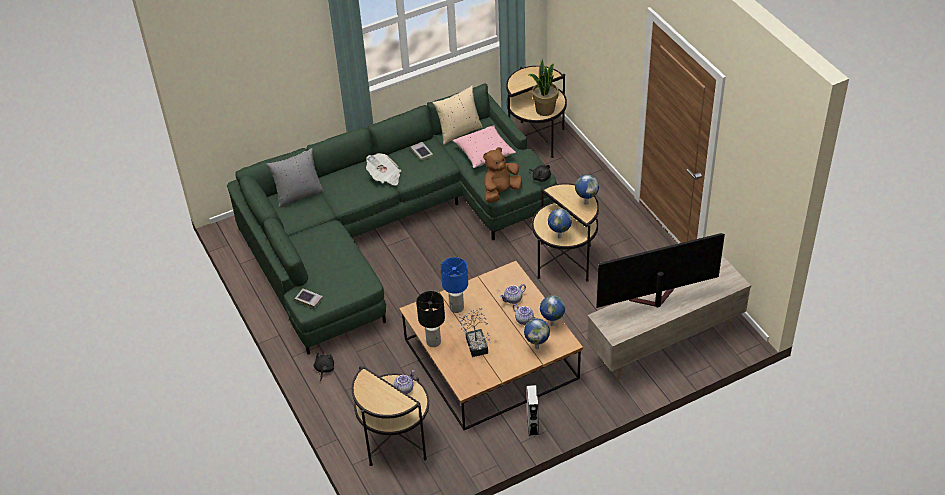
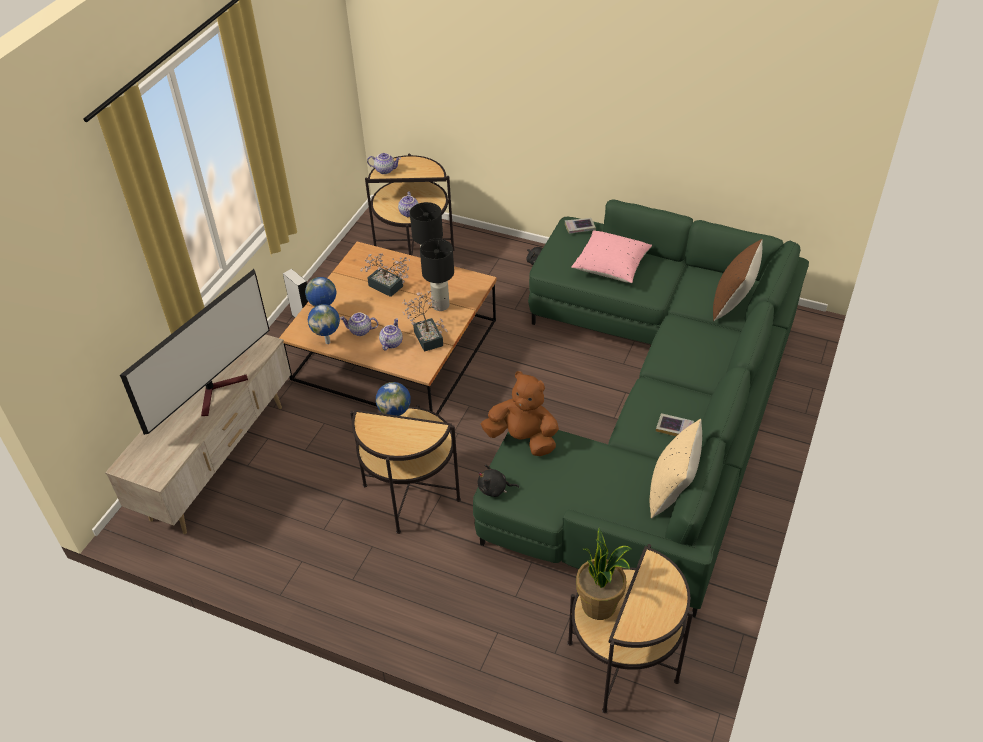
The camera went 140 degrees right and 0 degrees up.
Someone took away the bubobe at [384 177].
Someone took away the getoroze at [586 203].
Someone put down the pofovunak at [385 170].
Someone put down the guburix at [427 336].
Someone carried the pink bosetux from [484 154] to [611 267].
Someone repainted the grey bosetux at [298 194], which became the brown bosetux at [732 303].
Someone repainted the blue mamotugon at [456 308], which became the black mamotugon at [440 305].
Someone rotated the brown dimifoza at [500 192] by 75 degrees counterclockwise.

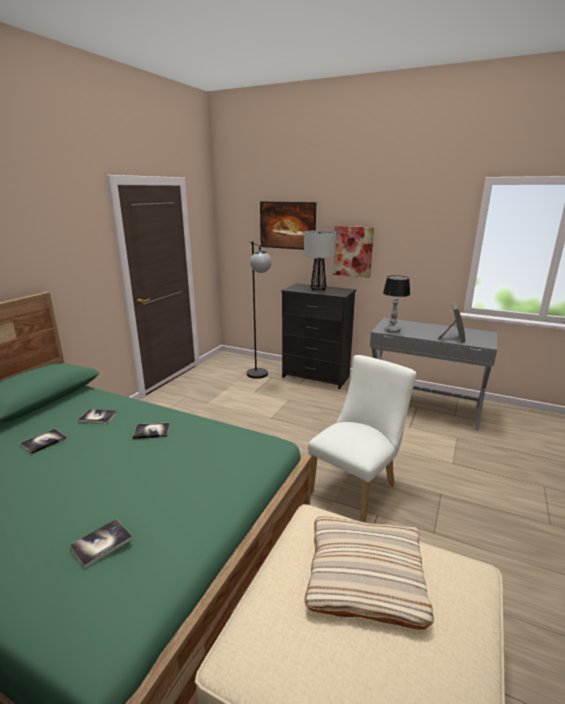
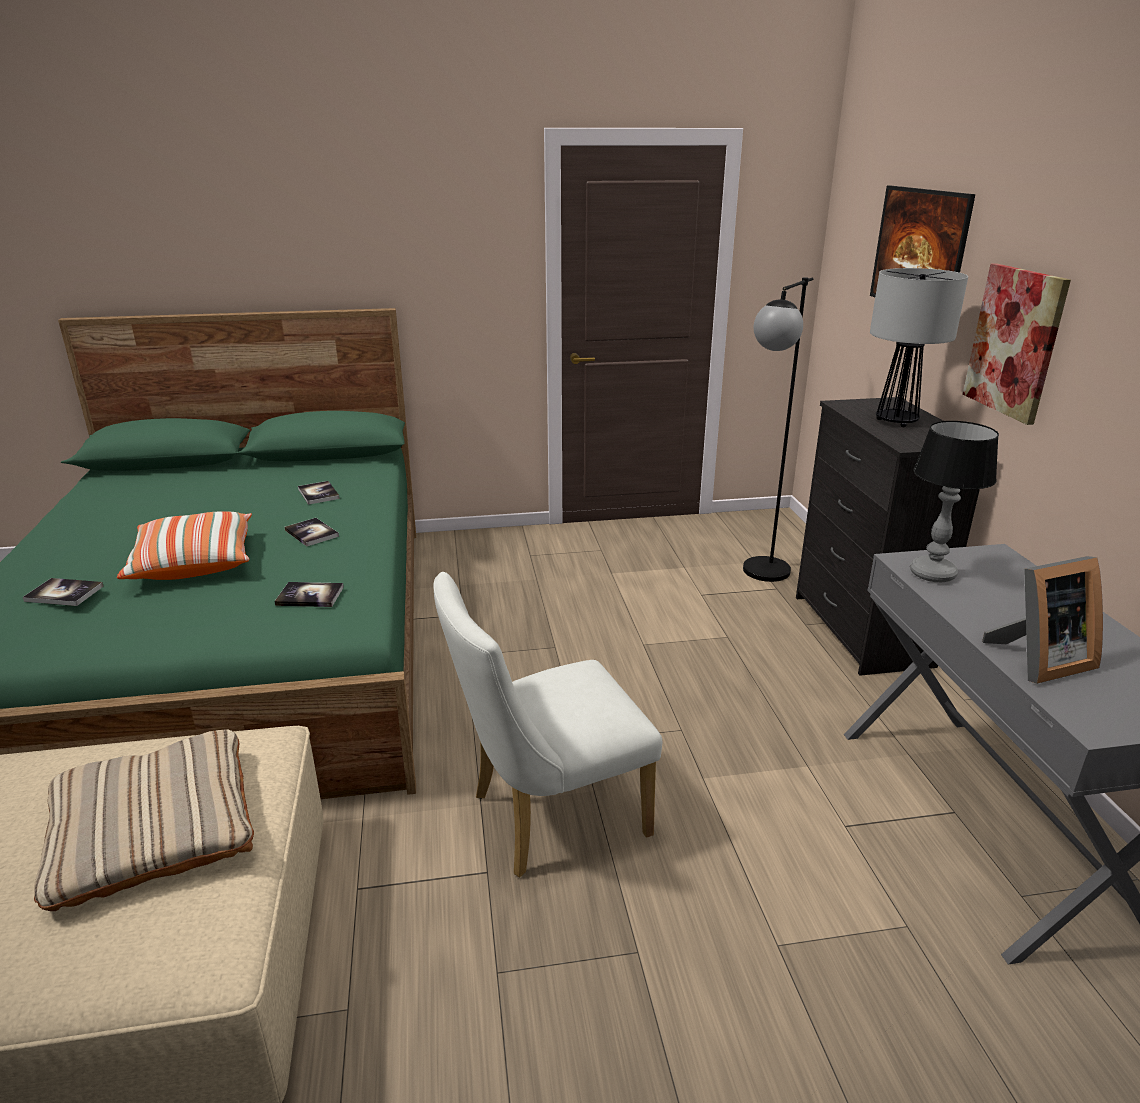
The camera went 55 degrees right and 5 degrees up.
Someone put down the bosetux at [194 563].
Someone carried the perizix from [44 442] to [310 596].
Someone rotated the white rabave at [357 486] by 150 degrees clockwise.

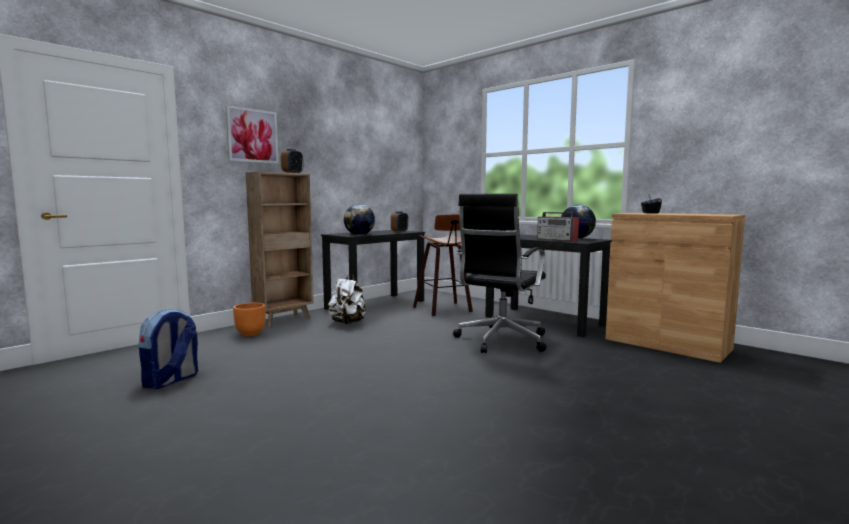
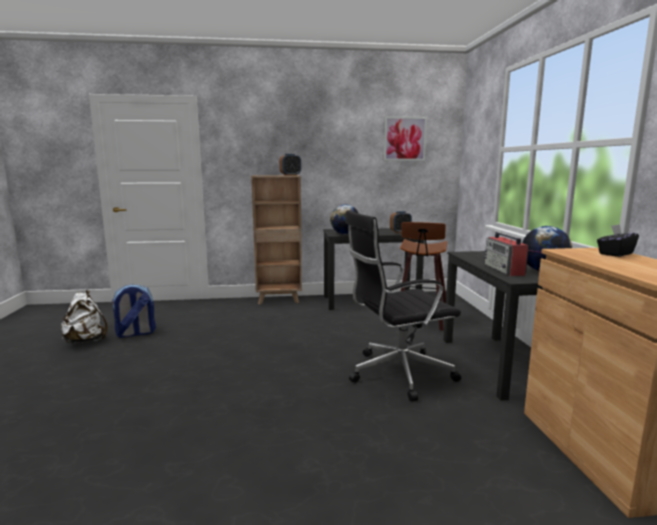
The camera went 40 degrees right and 5 degrees up.
Someone took away the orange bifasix at [250 334].
Someone carried the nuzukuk from [252 136] to [404 139].
Someone carried the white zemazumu from [348 323] to [86 341].

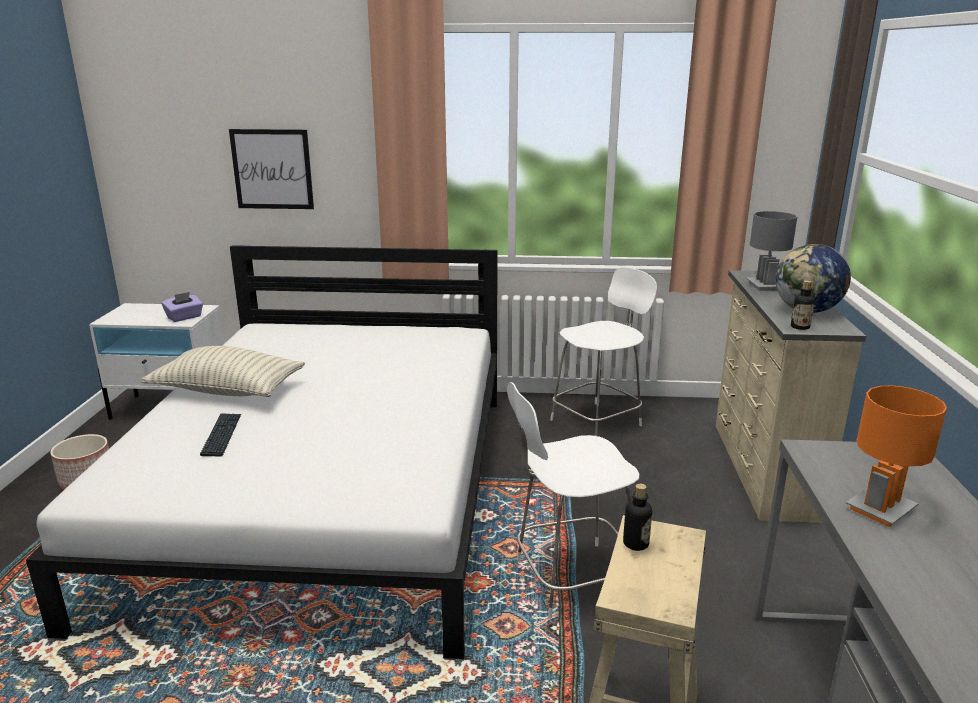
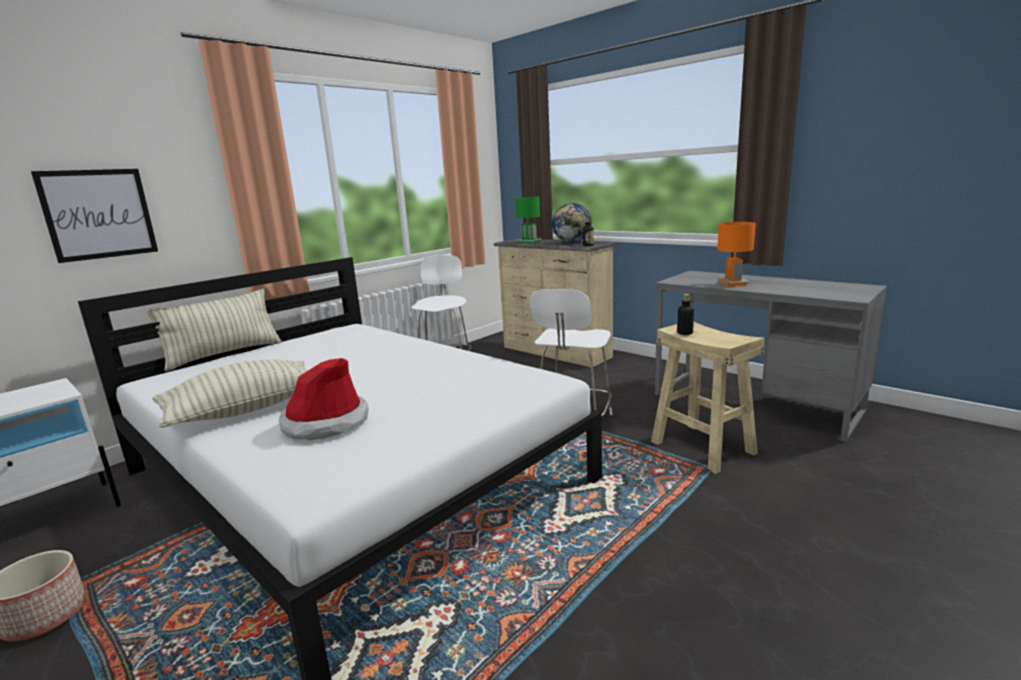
The camera went 50 degrees left and 5 degrees down.
Someone took away the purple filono at [184 317].
Someone put down the bosetux at [224 354].
Someone swapped the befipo at [222 435] for the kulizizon at [326 423].
Someone repainted the grey mamotugon at [765 286], which became the green mamotugon at [529 242].

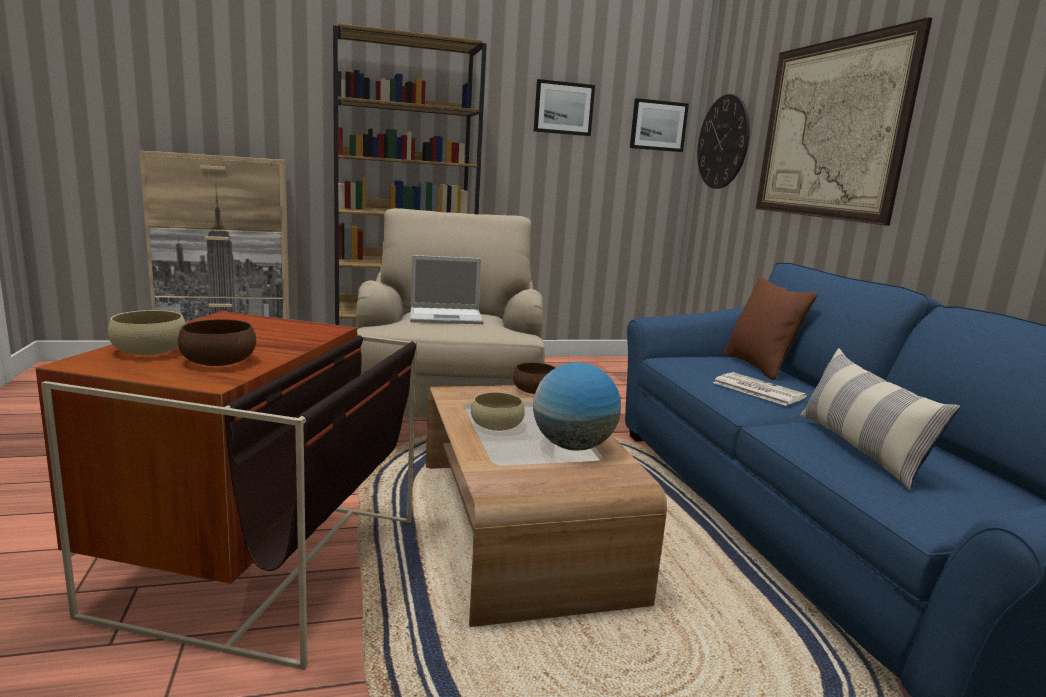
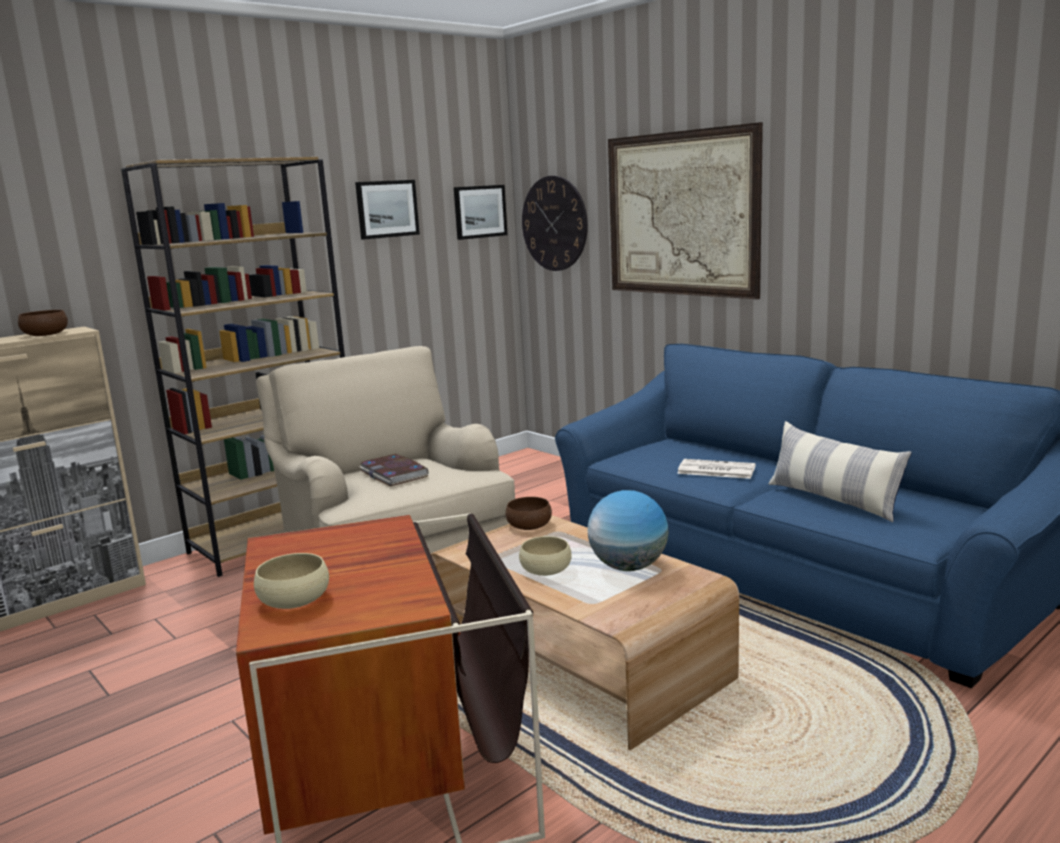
The camera went 25 degrees left and 0 degrees up.
Someone took away the brown bosetux at [759 366].
Someone carried the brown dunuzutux from [218 361] to [45 334].
Someone swapped the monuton at [447 317] for the perizix at [394 473].

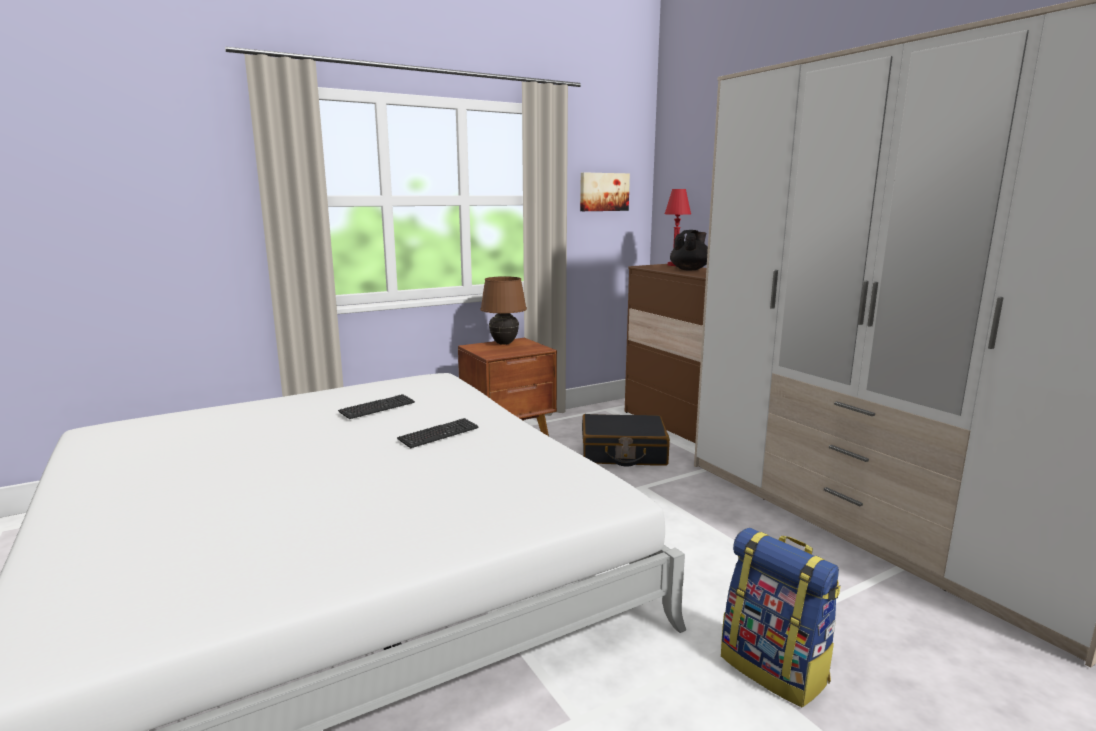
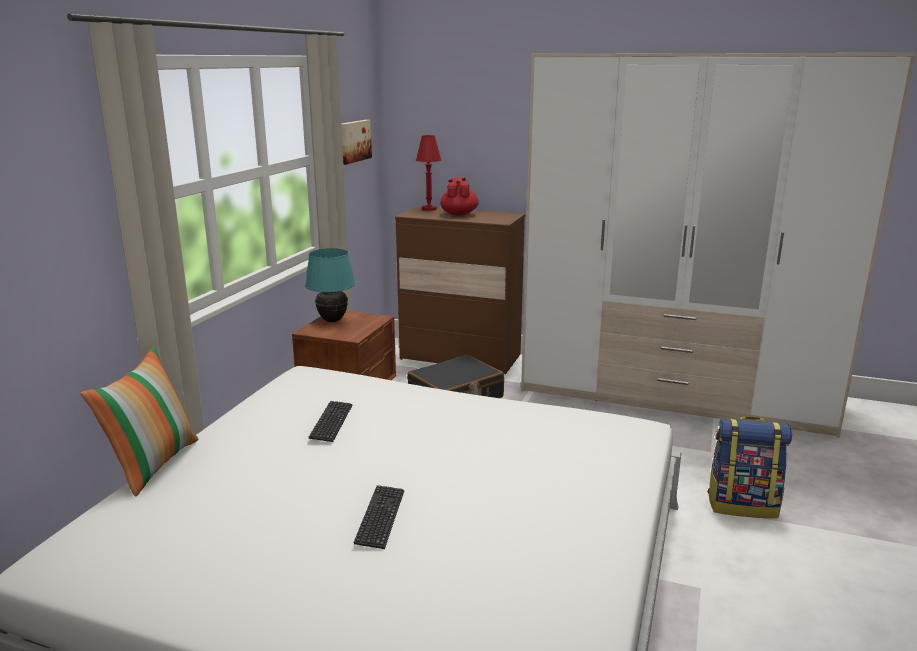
The camera went 40 degrees left and 5 degrees up.
Someone put down the bosetux at [153 464].
Someone carried the befipo from [439 434] to [380 518].
Someone repainted the brown mamotugon at [504 344], which became the turquoise mamotugon at [332 320].
Someone repainted the black pofovunak at [690 269], which became the red pofovunak at [459 214].

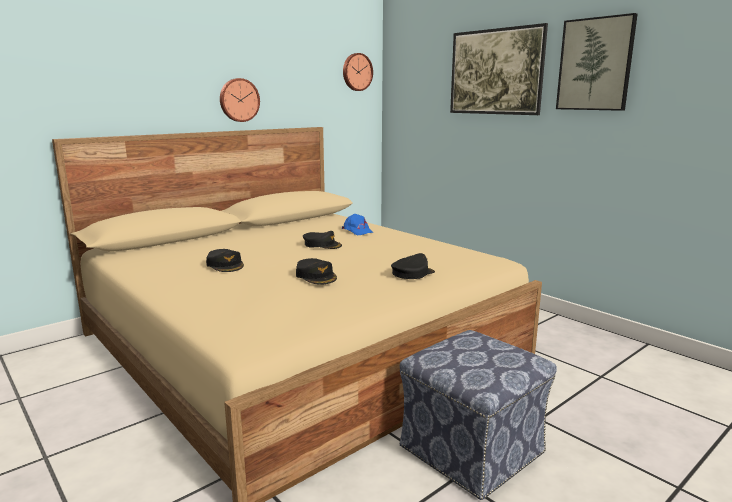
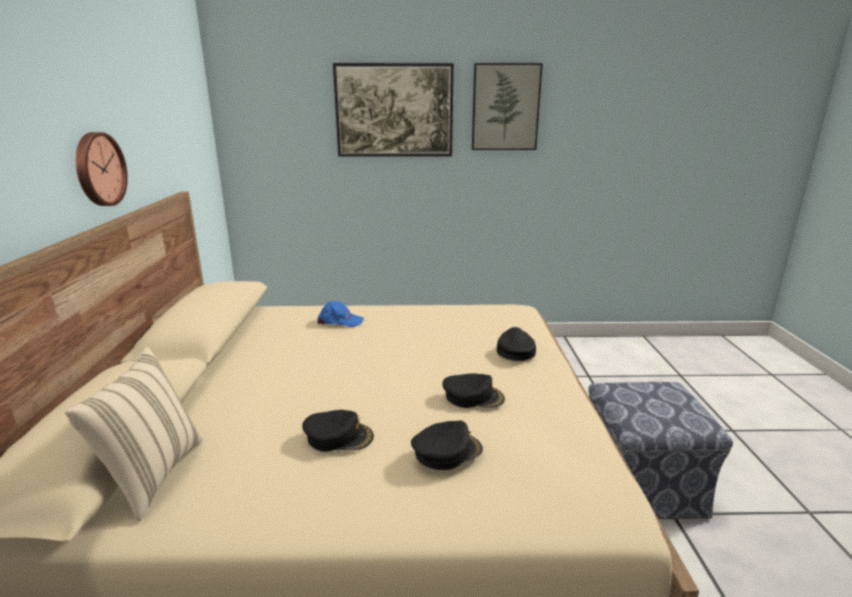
The camera went 50 degrees left and 5 degrees up.
Someone took away the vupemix at [356 72].
Someone put down the beige bosetux at [152 475].
Someone carried the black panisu from [322 245] to [446 451].

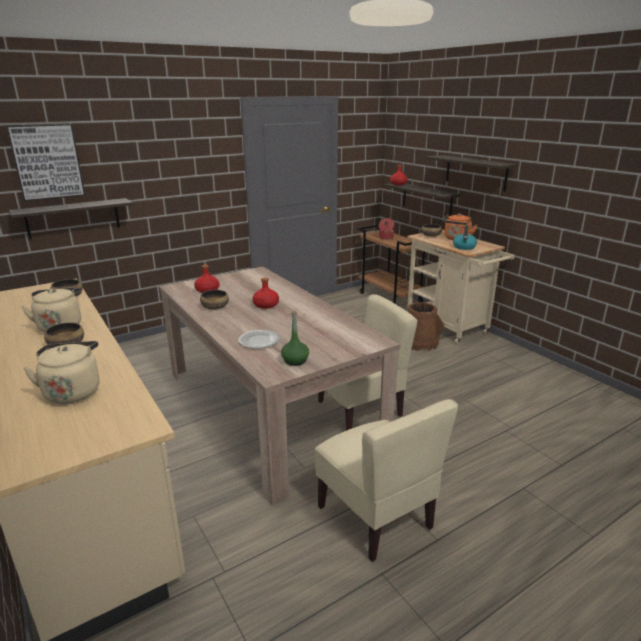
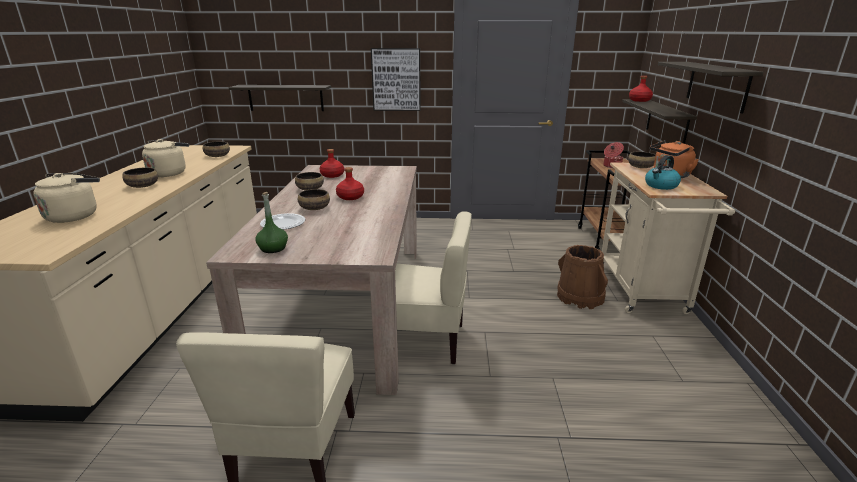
The camera went 35 degrees right and 0 degrees up.
Someone put down the dunuzutux at [314 208].
Someone carried the nuzukuk from [47 162] to [396 79].

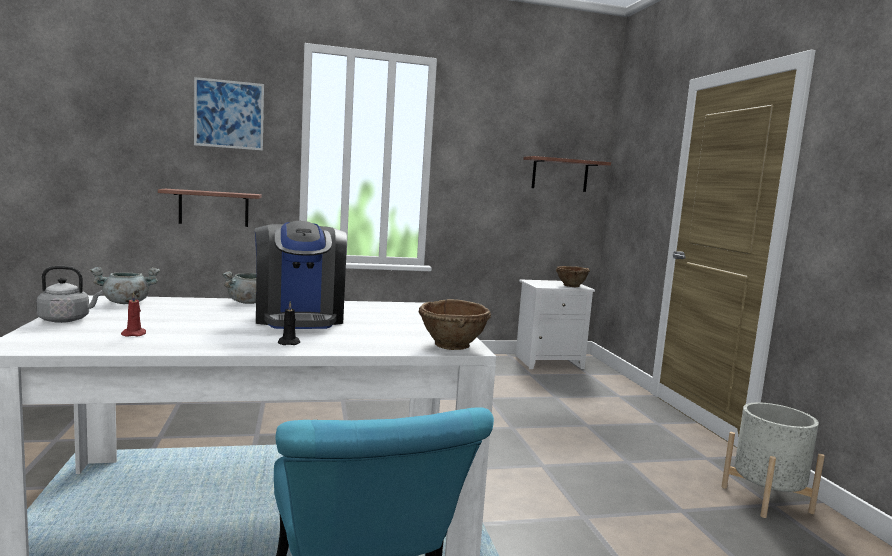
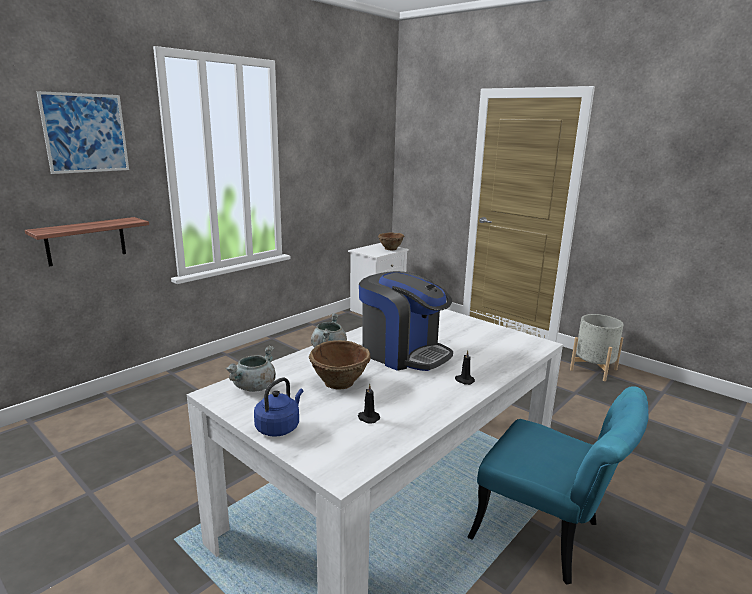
The camera went 35 degrees left and 10 degrees up.
Someone took away the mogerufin at [560 175].
Someone carried the brown dunuzutux from [452 346] to [340 383].
Someone repainted the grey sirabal at [67 320], which became the blue sirabal at [279 427].
Someone repainted the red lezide at [134 334], which became the black lezide at [368 418].

